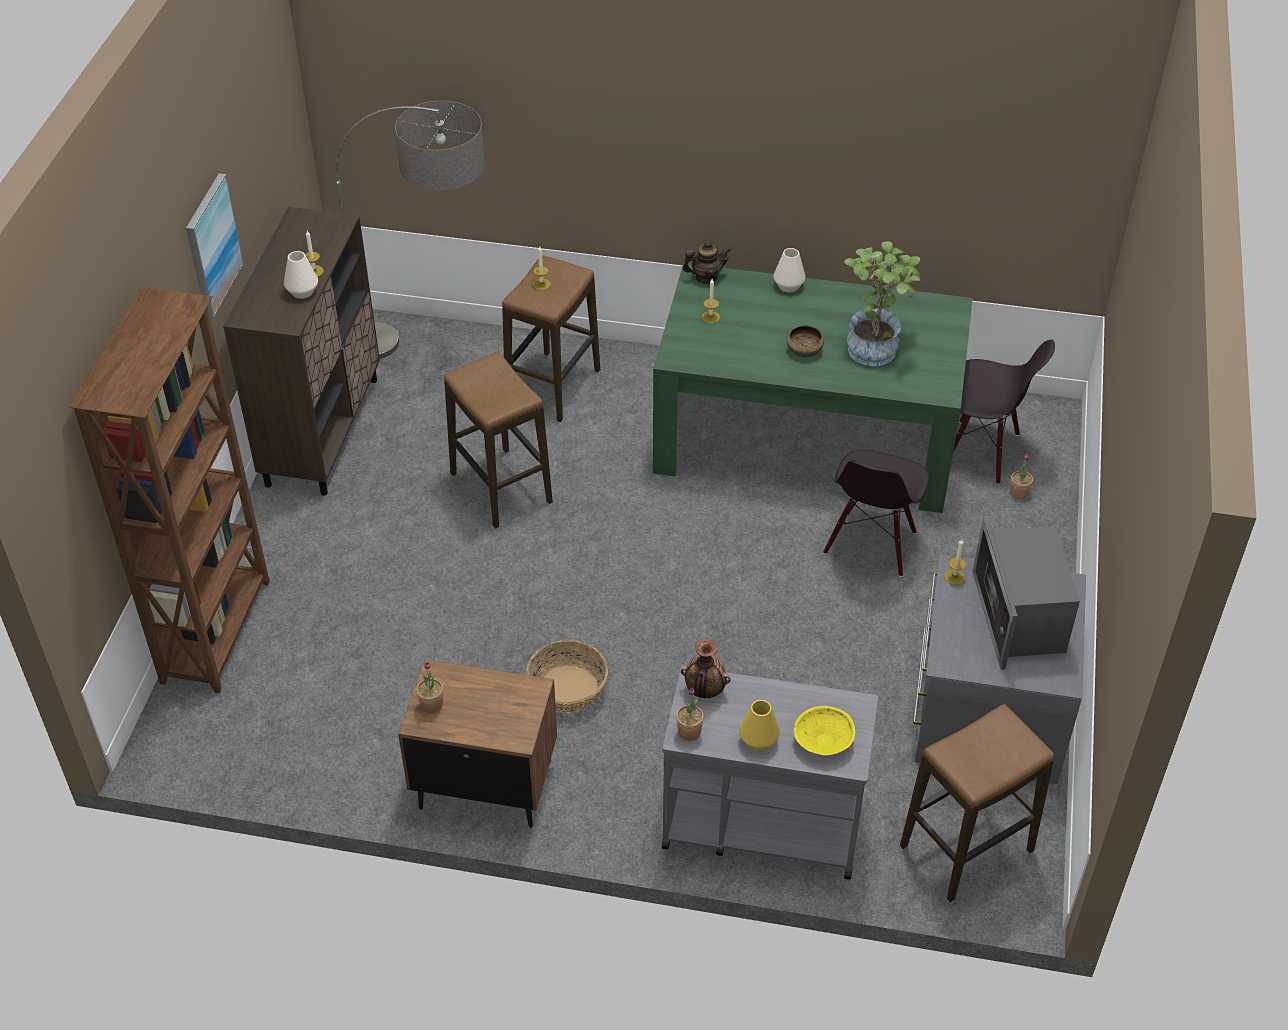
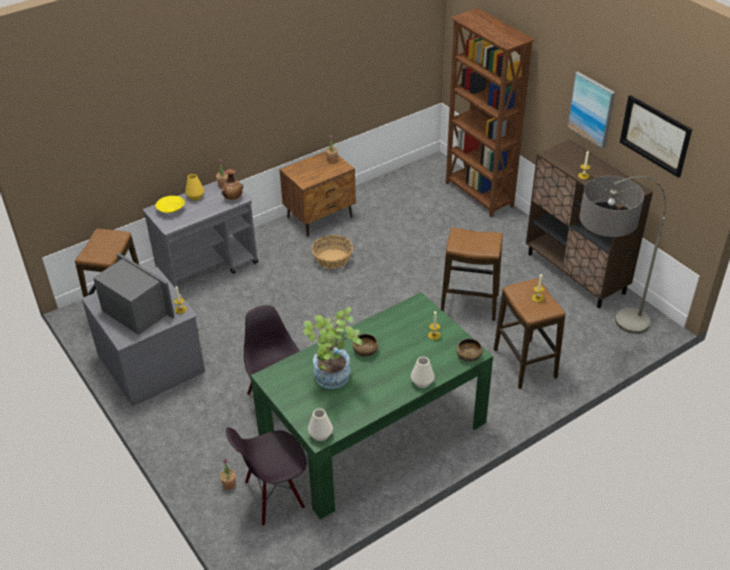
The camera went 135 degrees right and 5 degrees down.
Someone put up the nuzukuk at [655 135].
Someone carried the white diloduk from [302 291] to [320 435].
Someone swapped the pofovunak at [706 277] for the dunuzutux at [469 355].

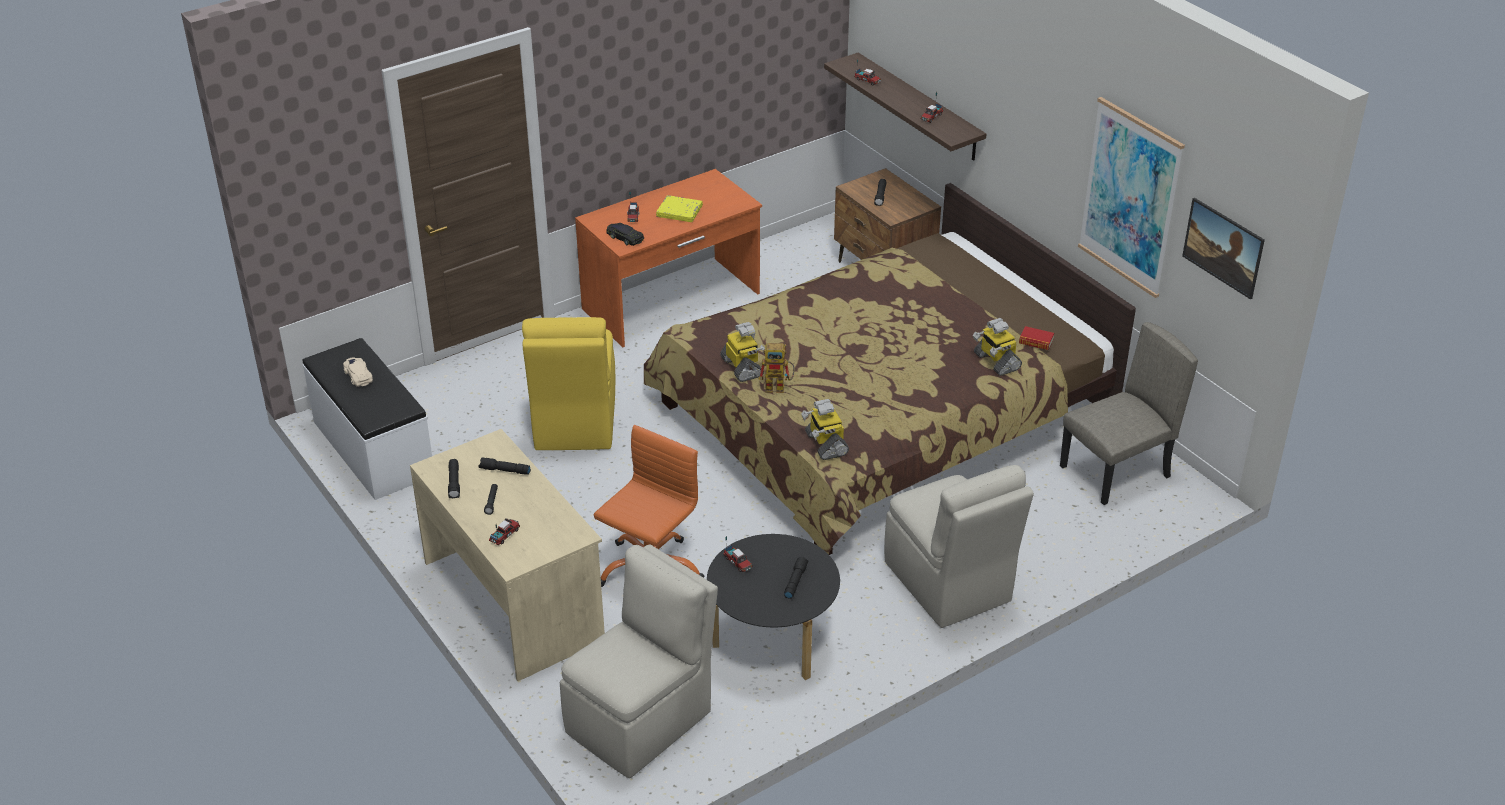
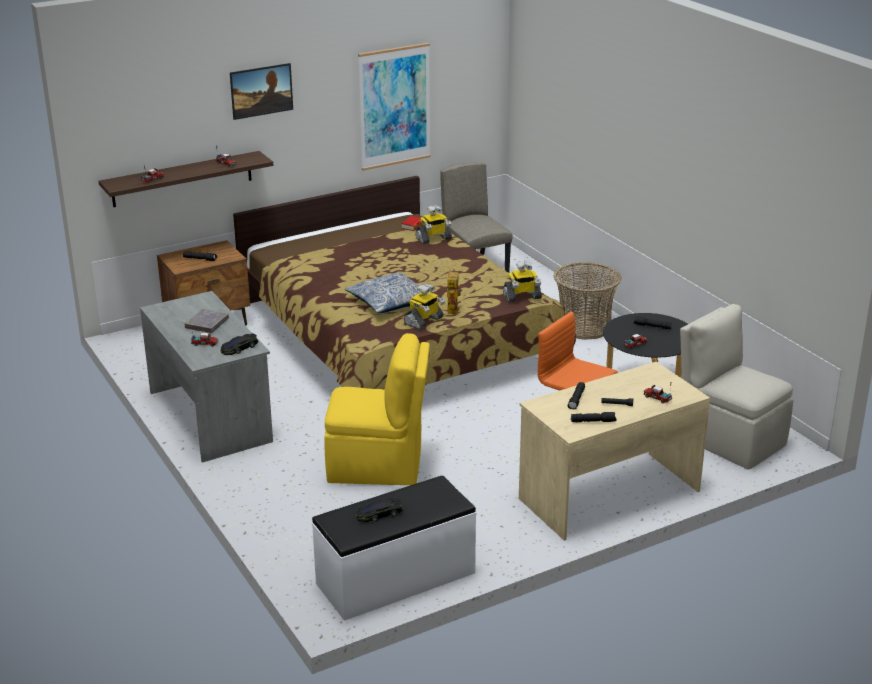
The camera went 85 degrees left and 10 degrees down.
Someone put down the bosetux at [390 302].
Someone carried the nuzukuk from [1220 262] to [262 102].
Someone swapped the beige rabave at [948 584] for the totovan at [584 326].
Someone repainted the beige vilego at [358 375], which became the black vilego at [379 514].
Someone repainted the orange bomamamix at [672 302], which became the grey bomamamix at [211 416].
Someone repainted the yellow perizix at [679 212], which became the grey perizix at [207 324].
Someone rotated the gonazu at [743 367] by 150 degrees clockwise.

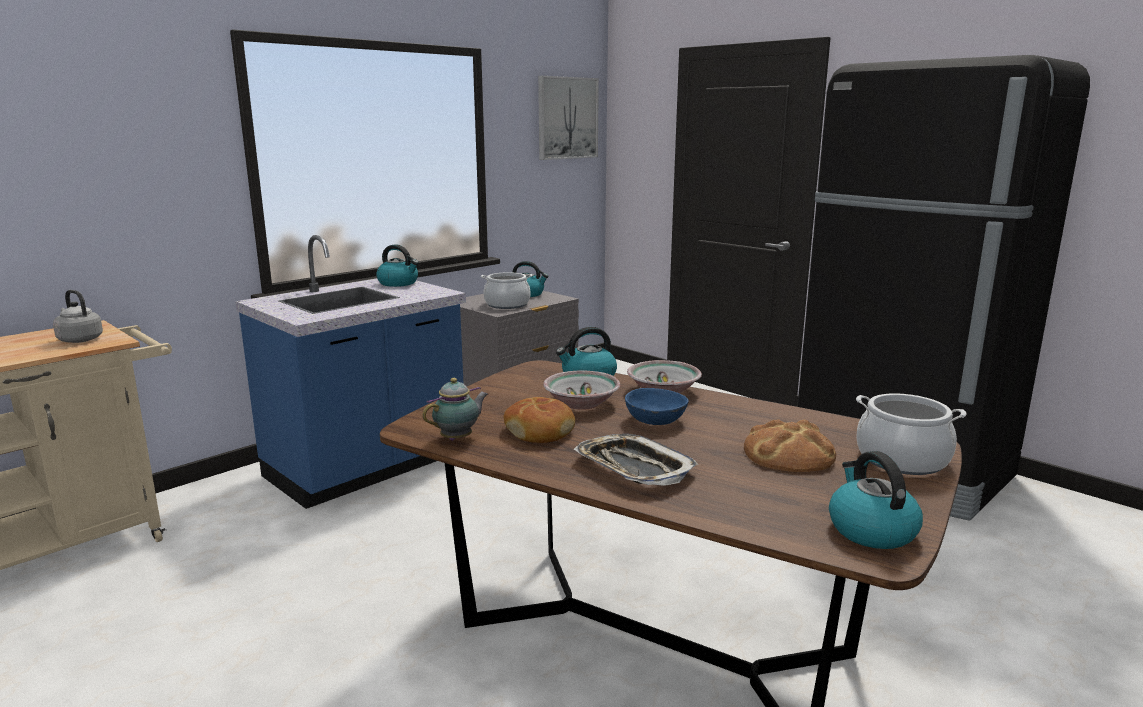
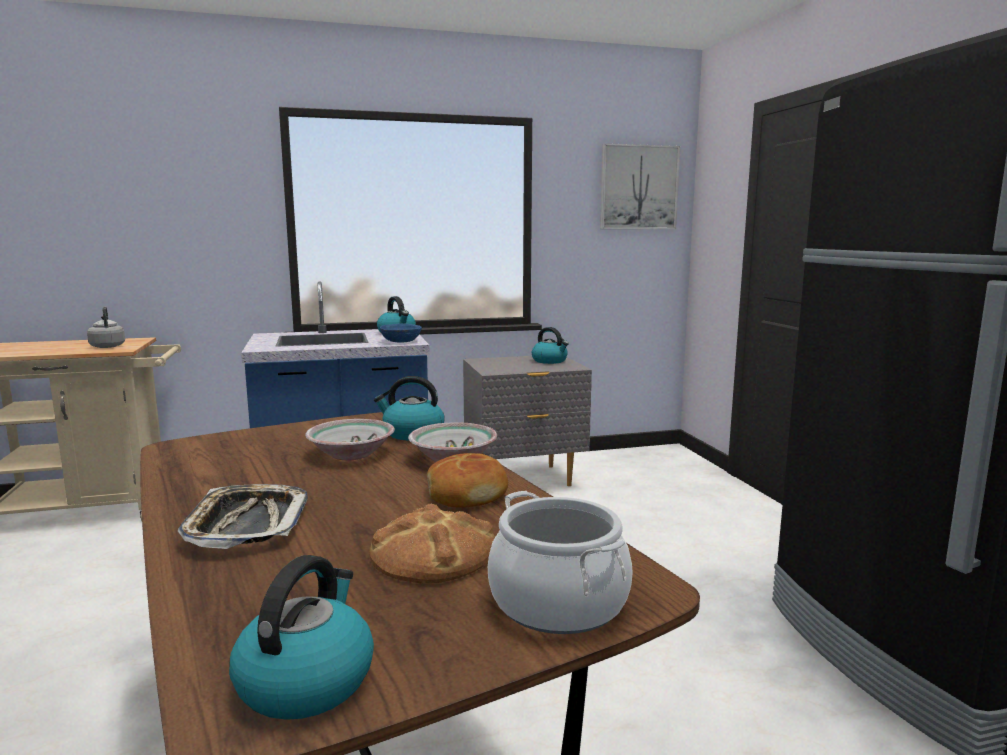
The camera went 30 degrees right and 5 degrees down.
Someone took away the pofovunak at [458 438].
Someone took away the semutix at [507 305].
Someone carried the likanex from [540 431] to [467 494].
Someone carried the blue dunuzutux from [654 420] to [400 341].

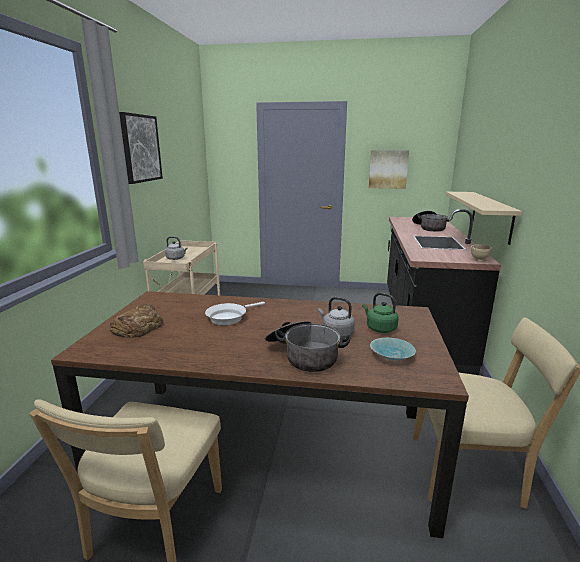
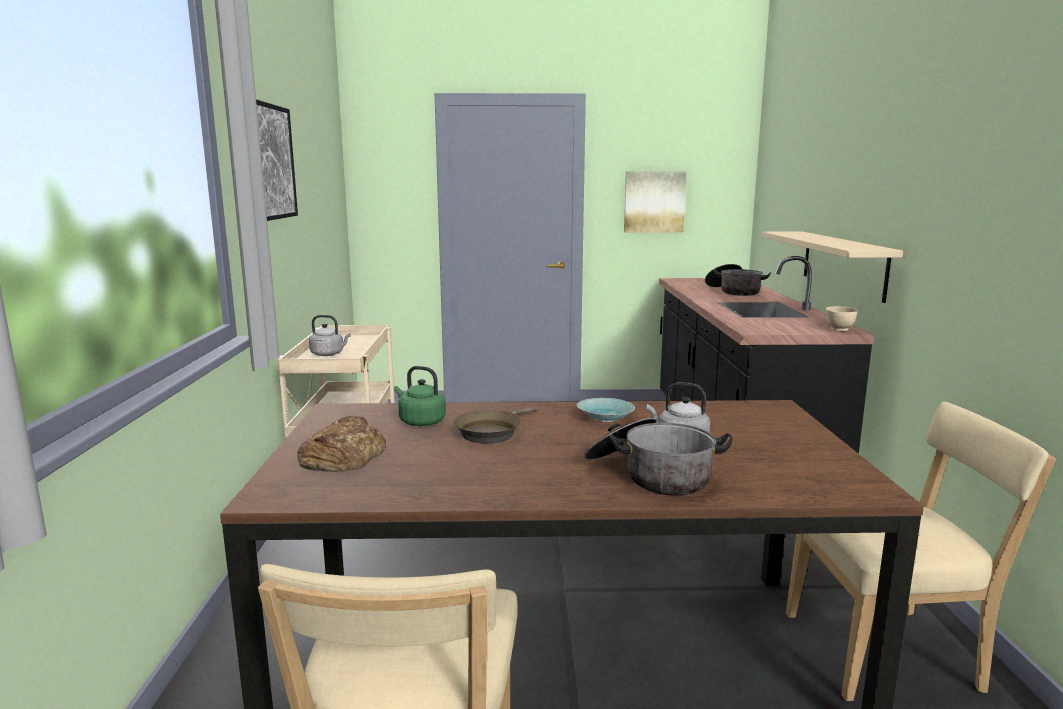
The camera went 10 degrees left and 5 degrees down.
Someone carried the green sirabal from [379 328] to [420 422].
Someone carried the turquoise dunuzutux from [390 355] to [603 418].
Someone repainted the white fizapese at [229 317], which became the brown fizapese at [491 432].

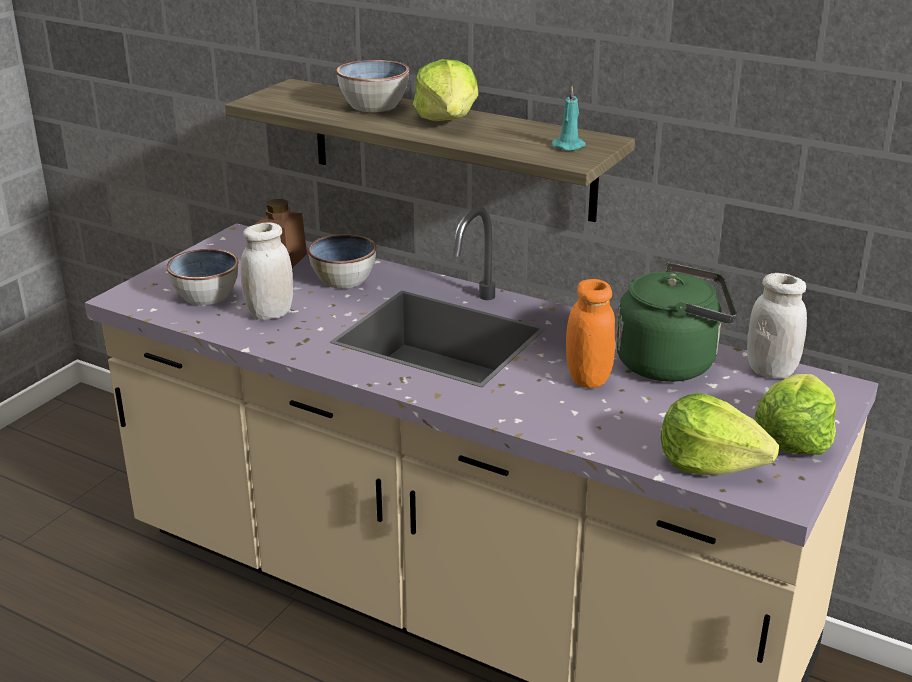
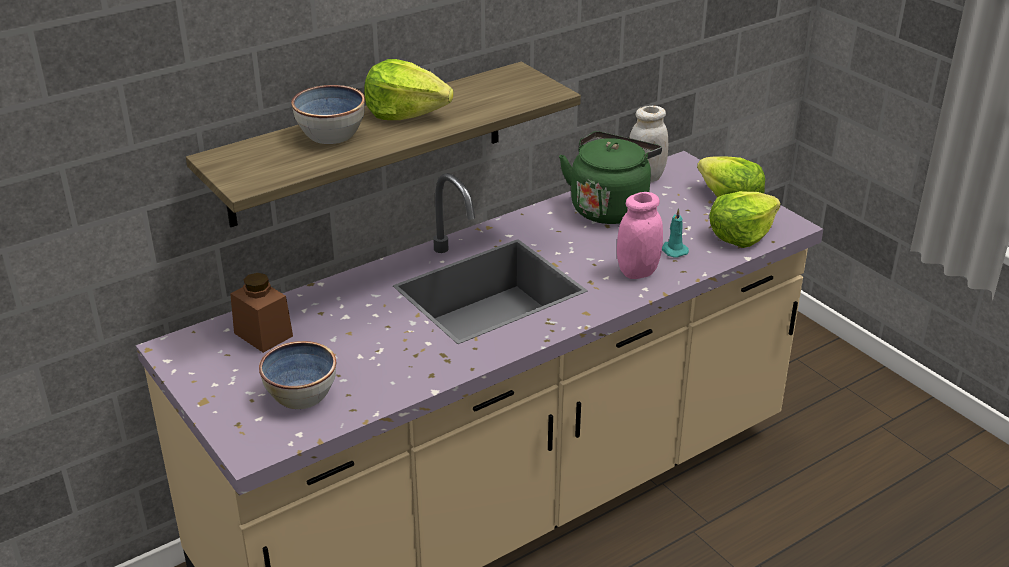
The camera went 65 degrees left and 5 degrees up.
Someone took away the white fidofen at [270 313].
Someone took away the dunuzutux at [344 280].
Someone took away the orange fidofen at [588 379].
Someone put down the pink fidofen at [638 272].
Someone carried the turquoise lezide from [569 146] to [673 250].

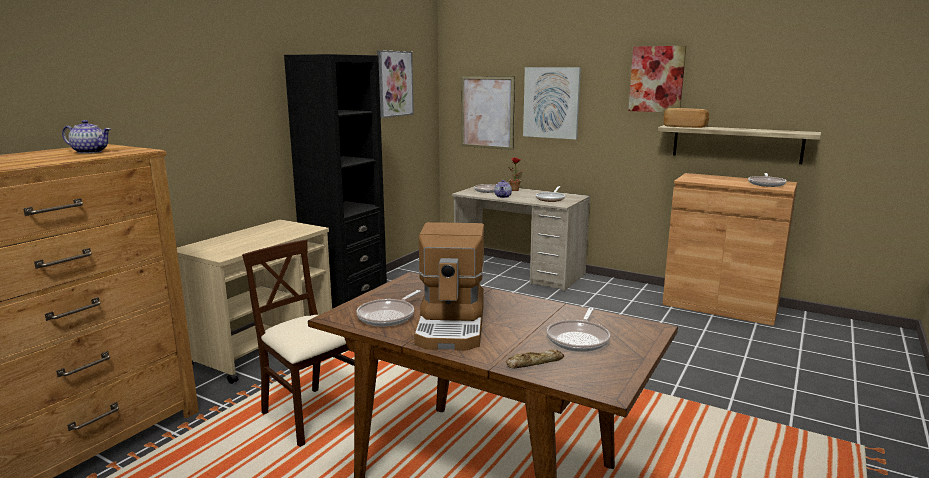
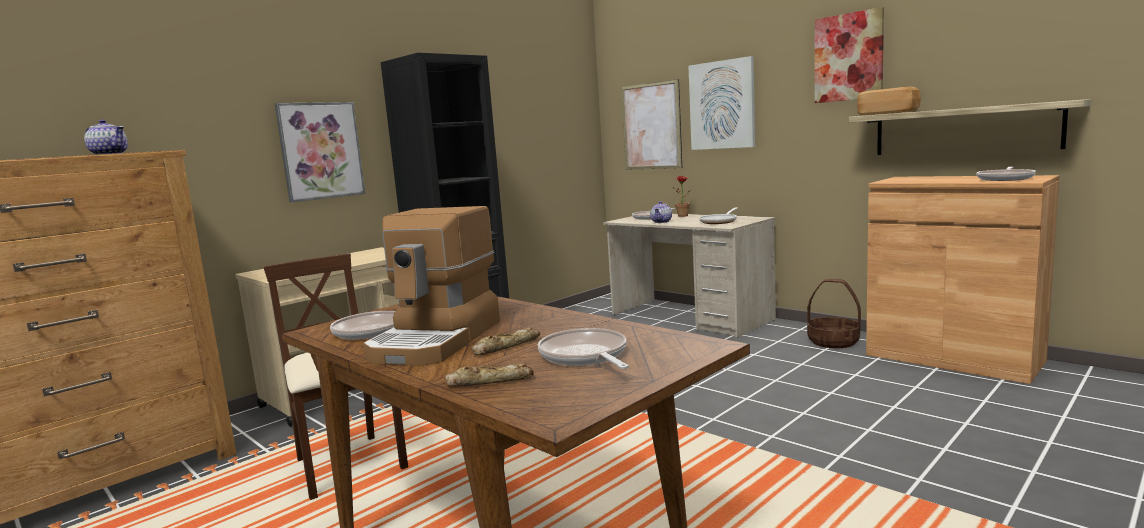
The camera went 15 degrees right and 5 degrees down.
Someone put down the likanex at [505 347].
Someone put down the totovan at [833 341].
Someone carried the nuzukuk from [394 83] to [320 151].
Someone rotated the fizapese at [579 339] by 120 degrees clockwise.

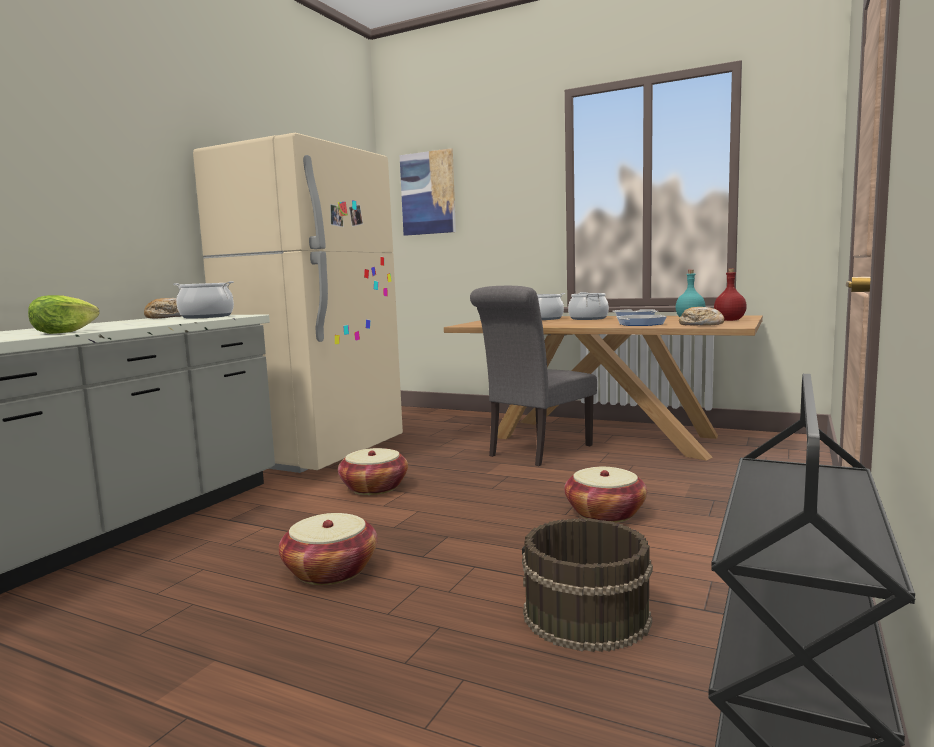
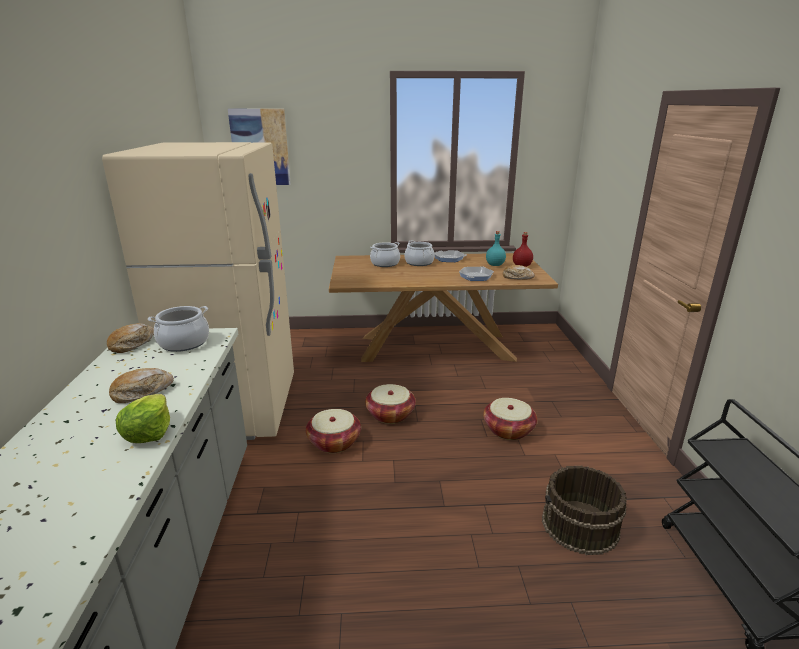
The camera went 30 degrees left and 15 degrees up.
Someone took away the grey rabave at [536 451].
Someone put down the likanex at [142 392].
Someone carried the totovan from [330 571] to [390 414].

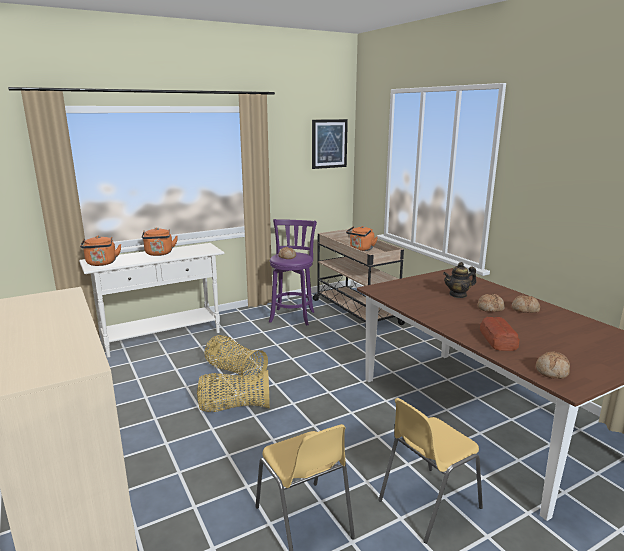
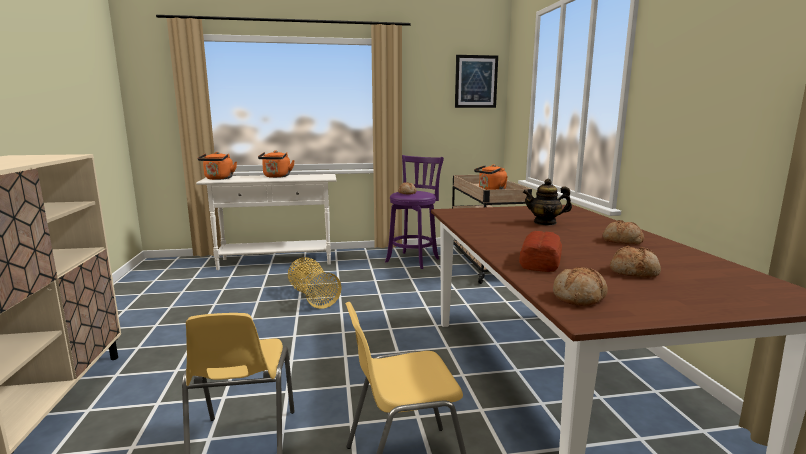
The camera went 20 degrees right and 5 degrees down.
Someone took away the totovan at [234 407].
Someone carried the likanex from [490 308] to [634 272].

